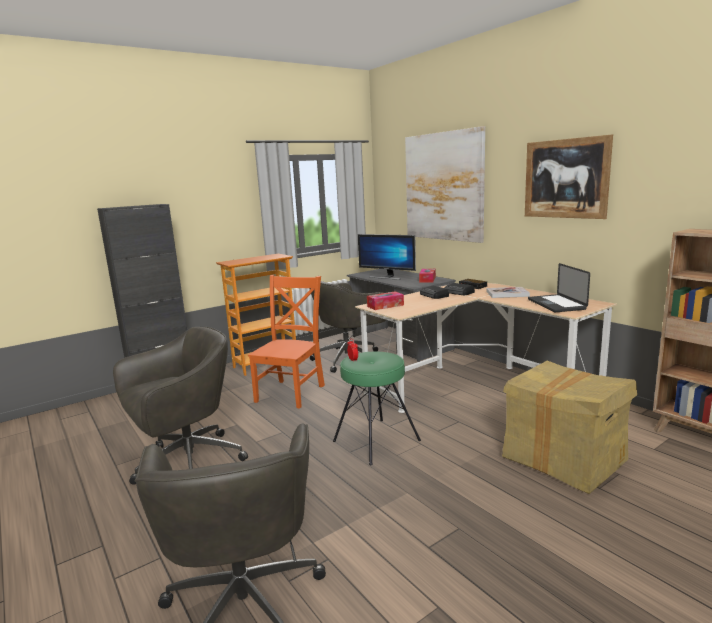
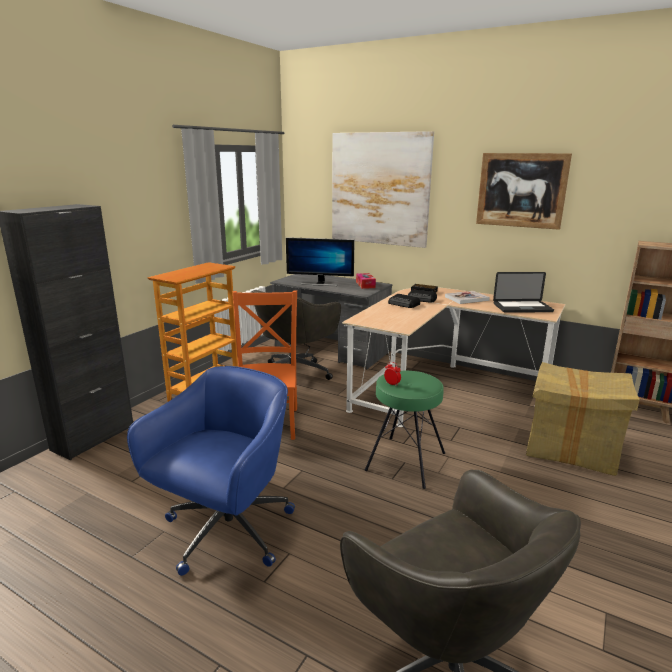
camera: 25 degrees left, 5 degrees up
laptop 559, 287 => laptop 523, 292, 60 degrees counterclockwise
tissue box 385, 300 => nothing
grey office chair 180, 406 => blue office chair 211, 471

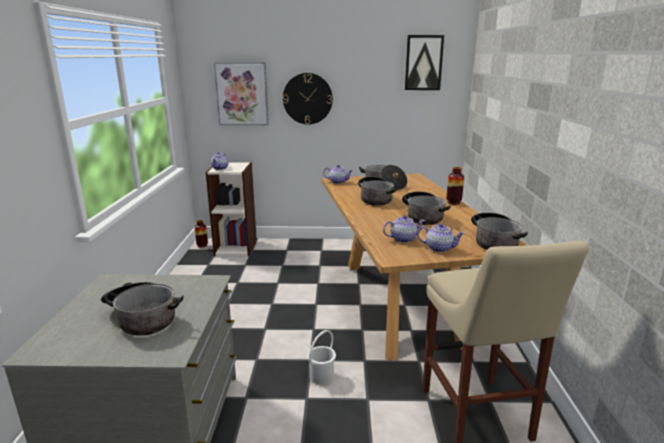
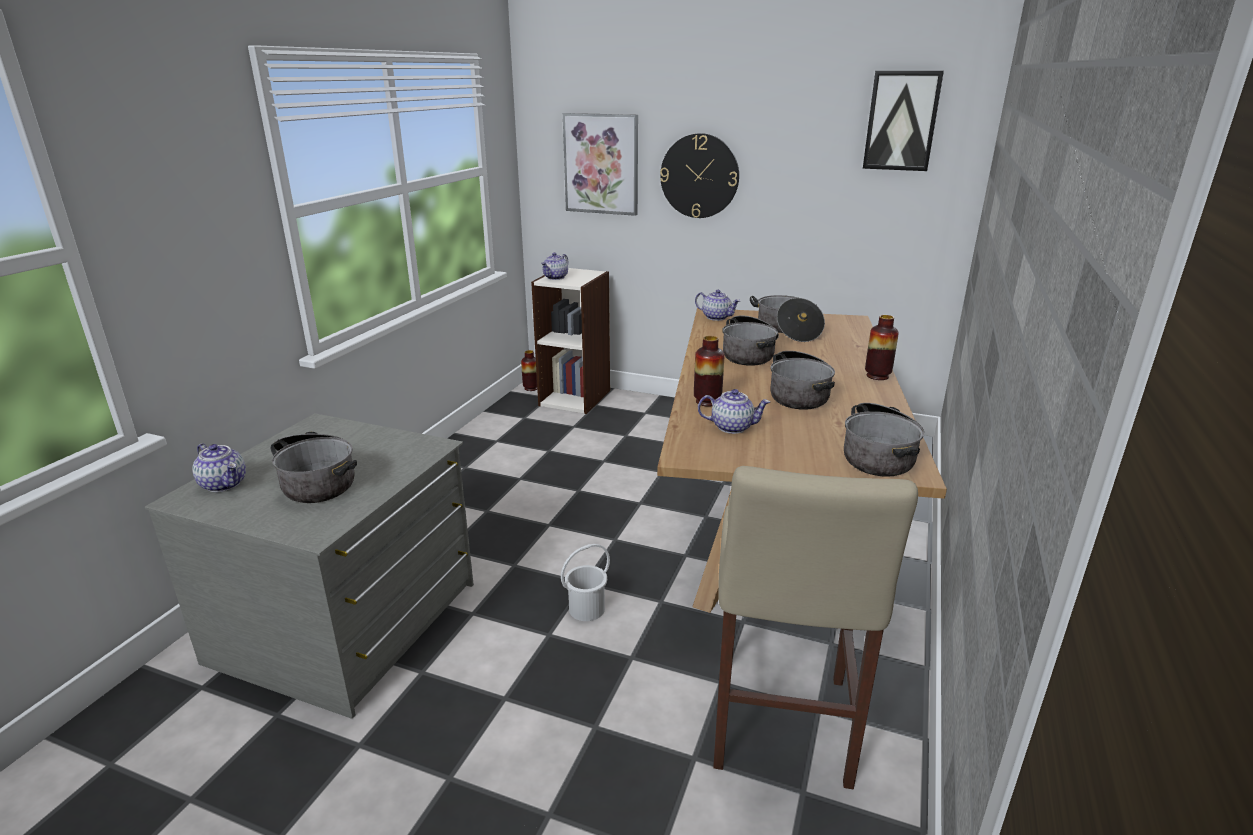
camera: 20 degrees right, 5 degrees up
teapot 441, 237 => teapot 219, 467, moved
nothing => vase 709, 371

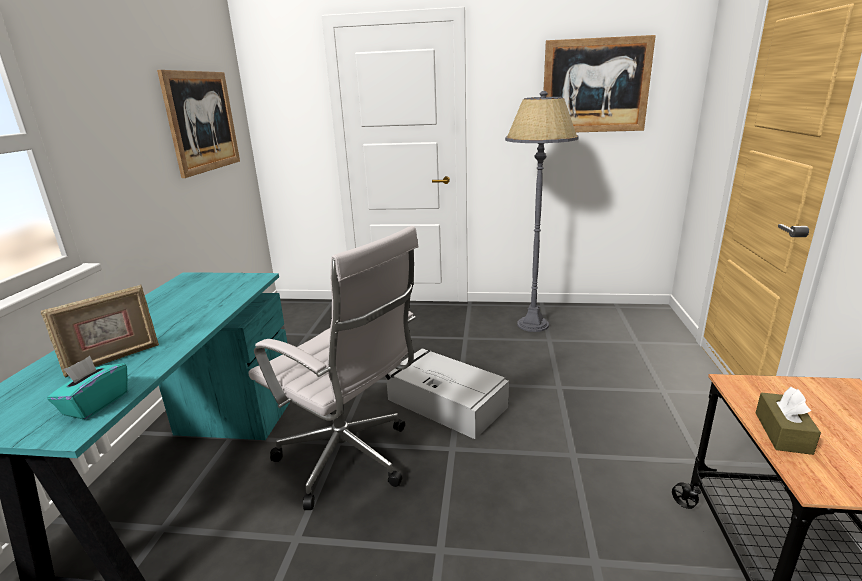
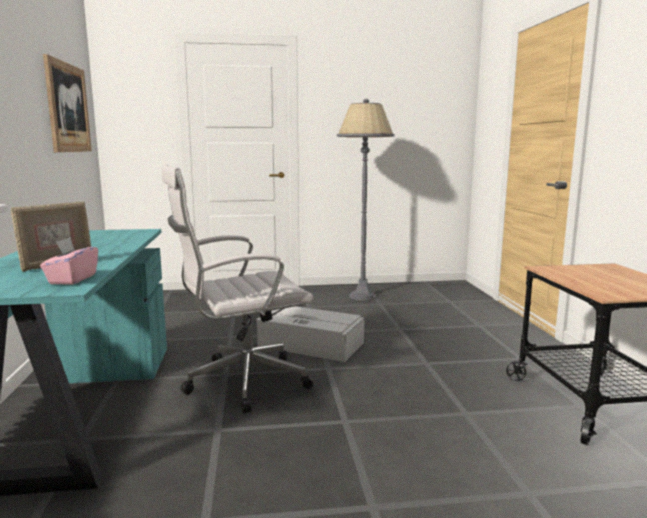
camera: 15 degrees left, 10 degrees down
picture 599, 83 => nothing
white office chair 333, 368 => white office chair 238, 288, 135 degrees clockwise
turquoise tissue box 87, 388 => pink tissue box 69, 261
brown tissue box 788, 421 => nothing

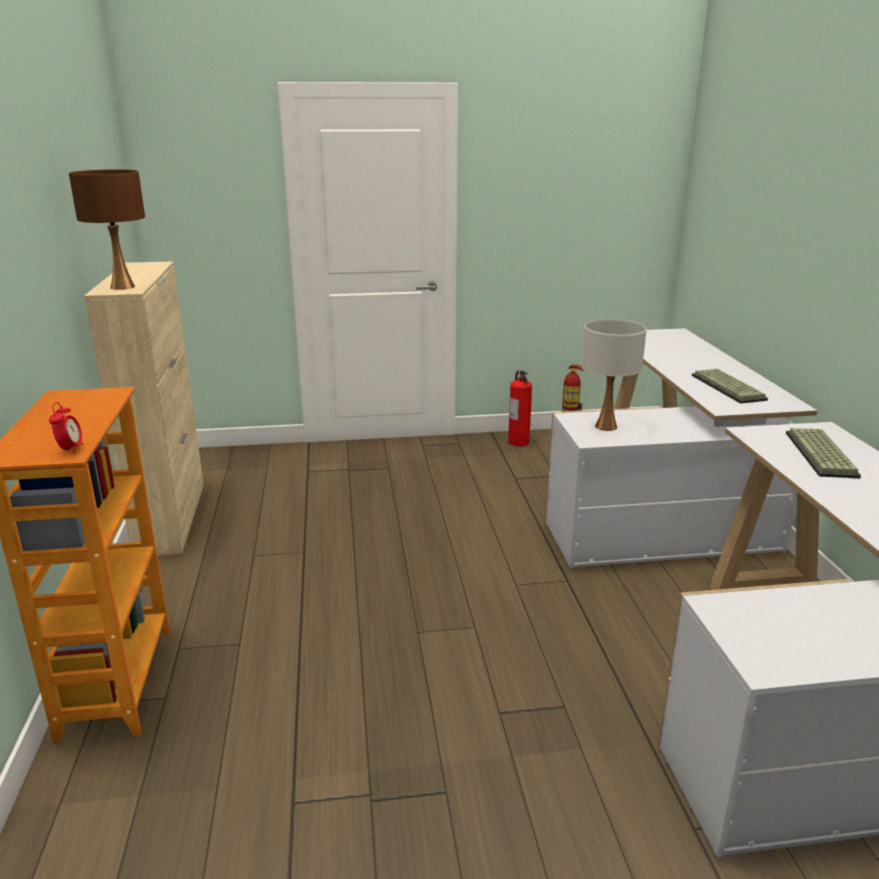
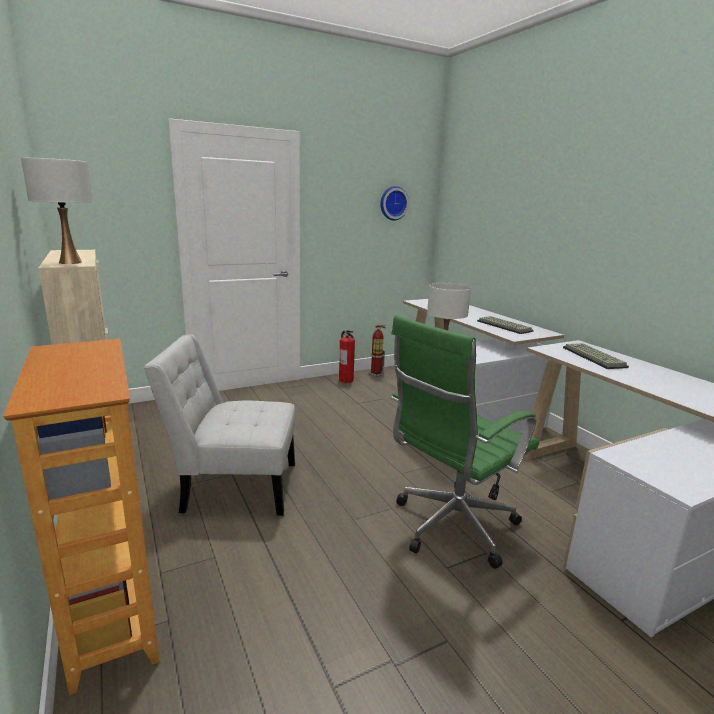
camera: 20 degrees left, 5 degrees down
brown table lamp 107, 229 => white table lamp 57, 211
alarm clock 66, 428 => nothing
nothing => wall clock 394, 203
nothing => green office chair 464, 442
nothing => white chair 219, 425

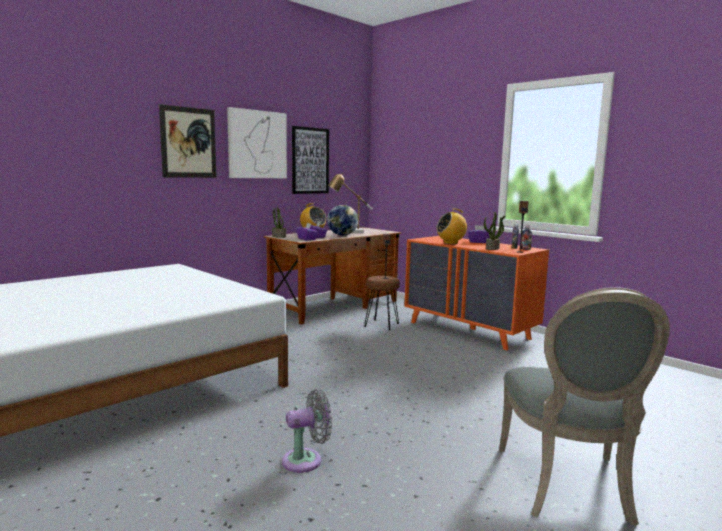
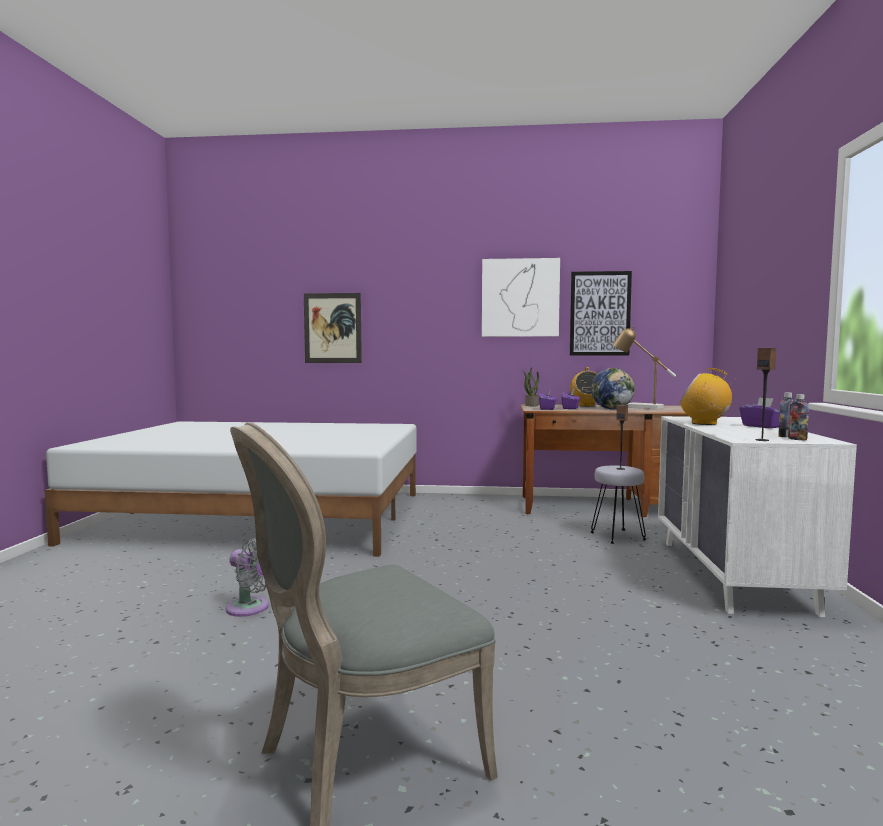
camera: 50 degrees right, 5 degrees down
picture 188, 141 => picture 333, 328, moved
potted plant 494, 231 => nothing
orange dresser 476, 293 => white dresser 757, 516
brown stool 382, 303 => grey stool 618, 504

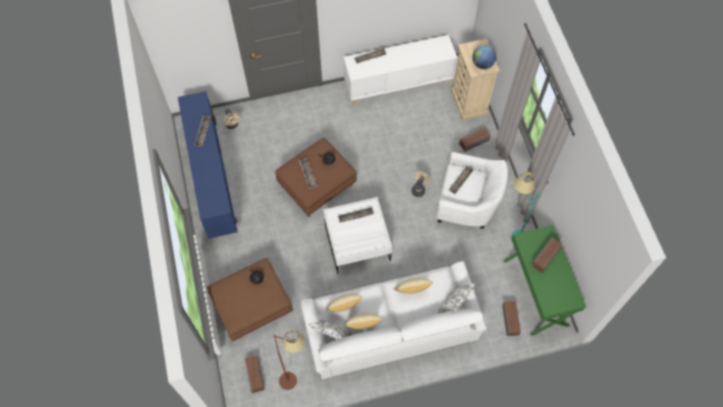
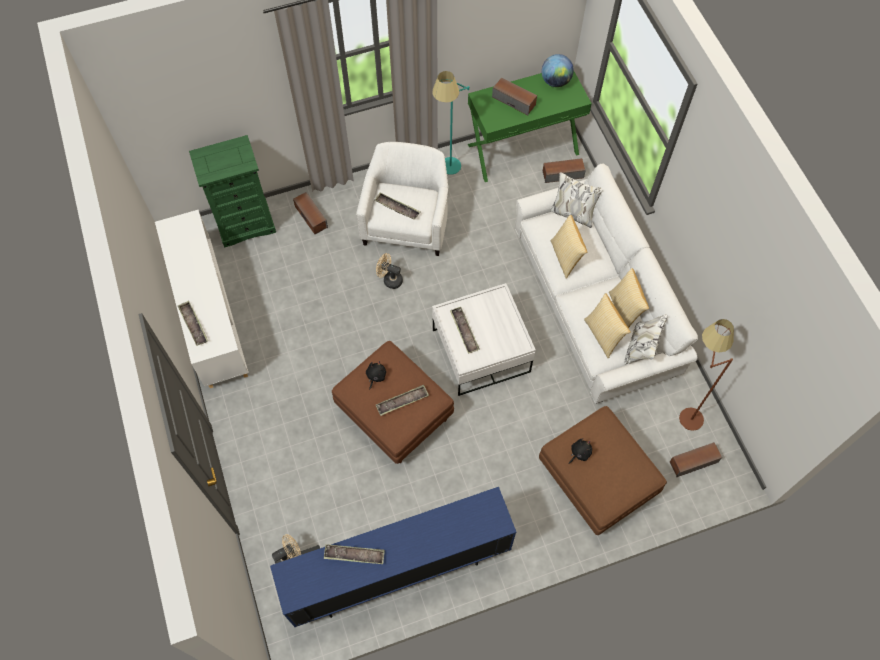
camera: 95 degrees left, 0 degrees up
beige dresser 475, 80 => green dresser 232, 191
globe 484, 57 => globe 557, 70, moved

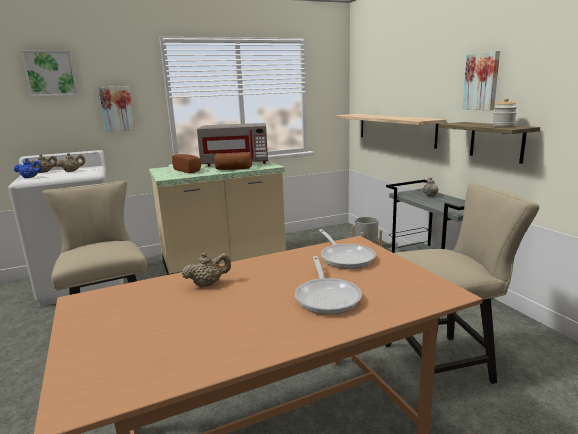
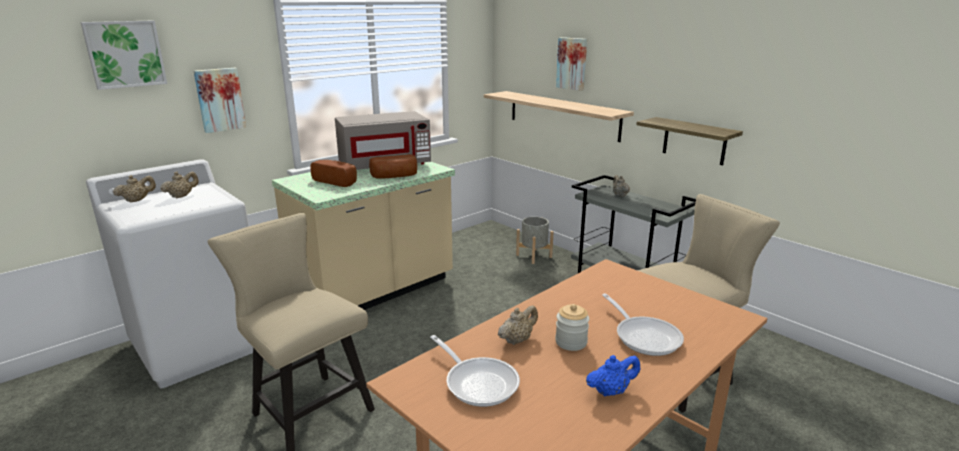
camera: 20 degrees left, 5 degrees up
picture 481, 80 => picture 571, 64, moved
jar 505, 112 => jar 572, 327, moved
blue teapot 28, 168 => blue teapot 613, 375, moved
frying pan 347, 249 => frying pan 475, 371, moved

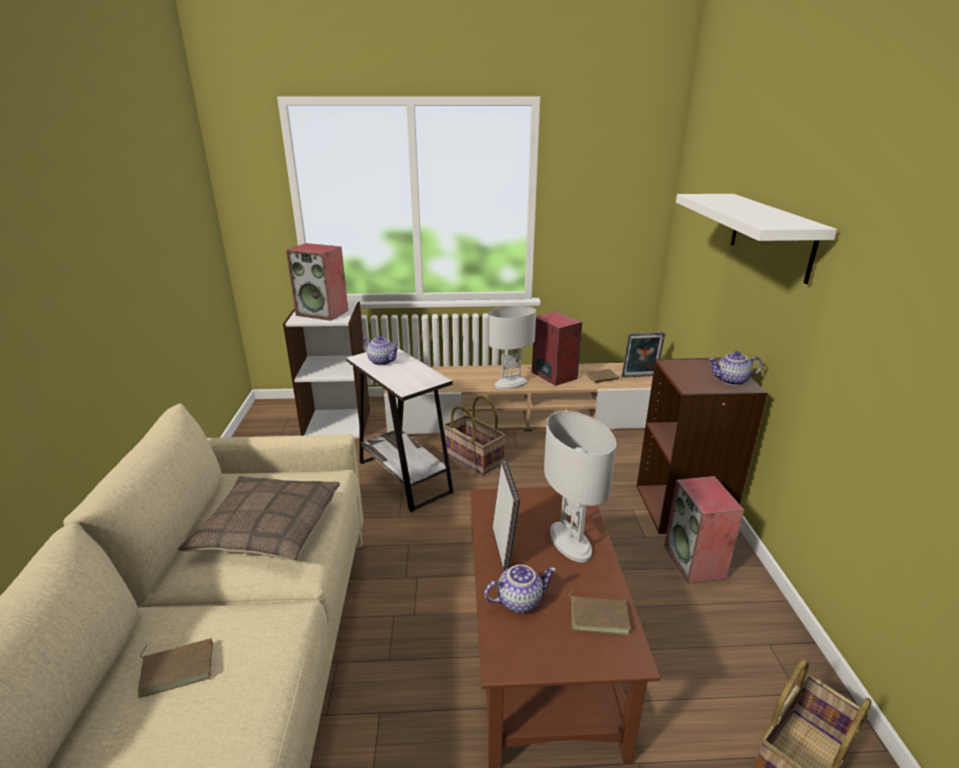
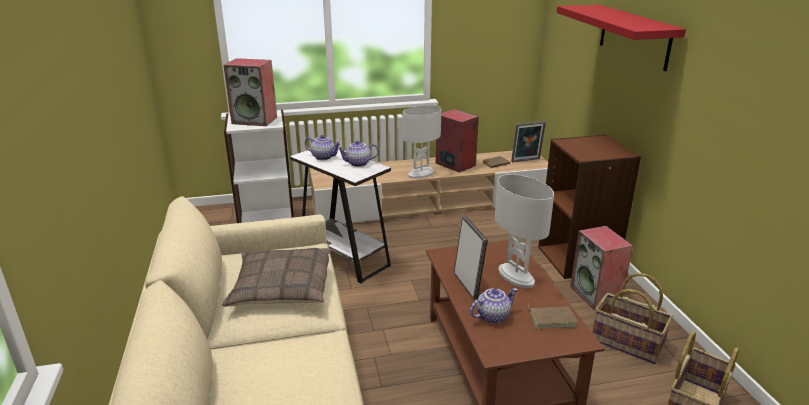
camera: 10 degrees left, 0 degrees up
white shelf 756, 239 => red shelf 621, 38
teapot 736, 368 => teapot 358, 153, moved
basket 474, 435 => basket 632, 318, moved
brown book 175, 668 => nothing

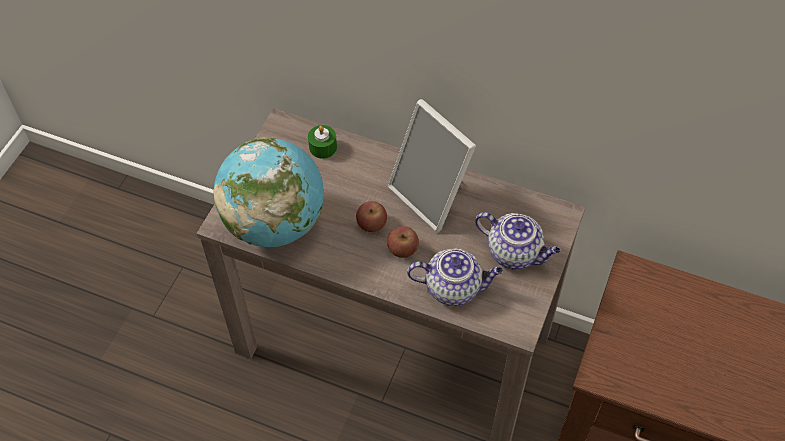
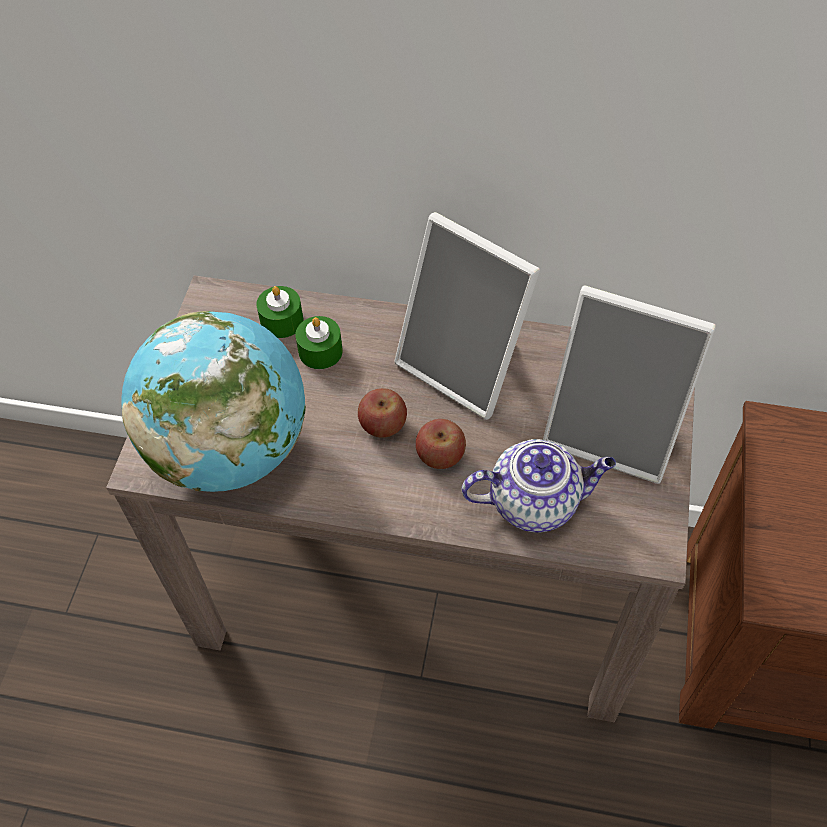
camera: 10 degrees left, 0 degrees up
teapot 518, 241 => picture frame 629, 384
nothing => green candle 319, 342

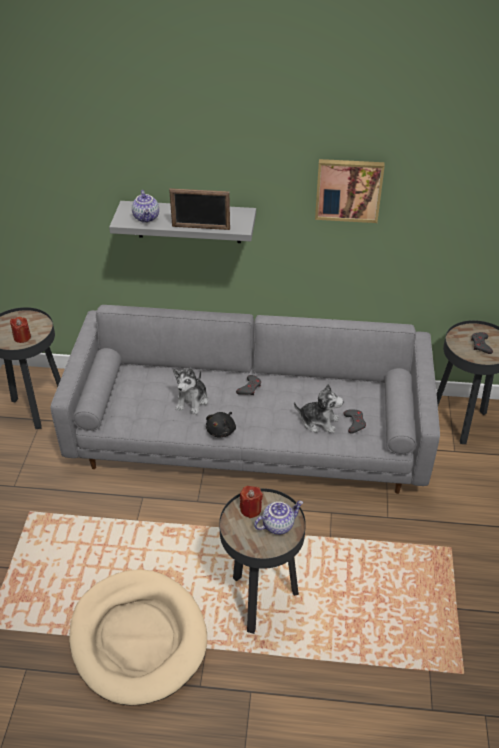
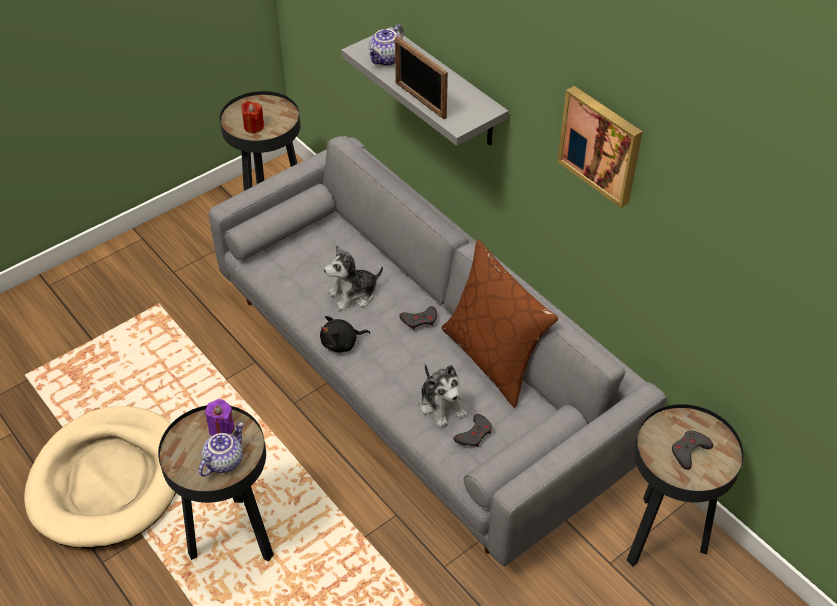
camera: 45 degrees right, 5 degrees up
red candle 251, 502 => purple candle 219, 417
teapot 278, 518 => teapot 220, 449, 75 degrees counterclockwise
nothing => brown pillow 500, 324

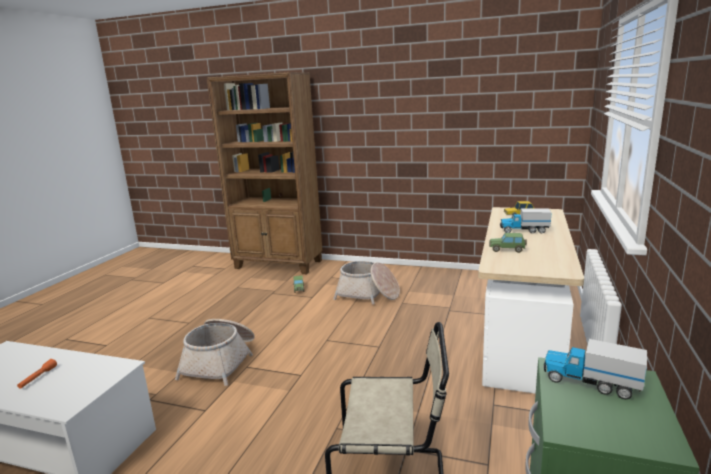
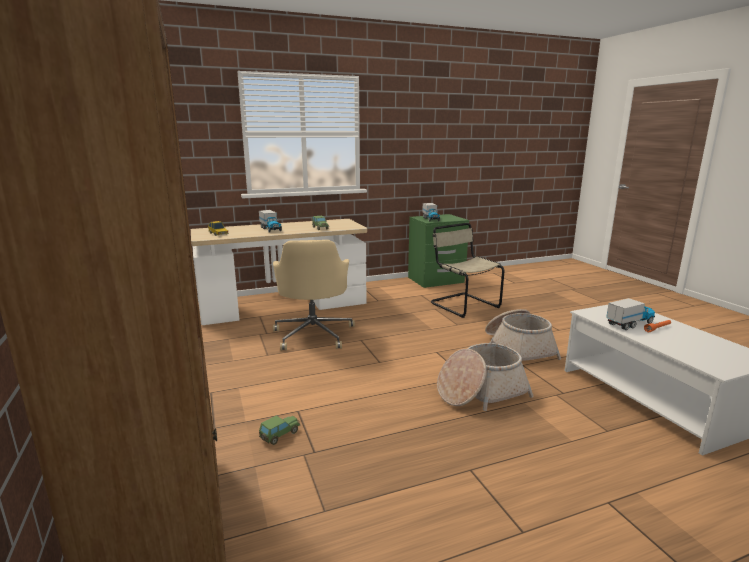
camera: 130 degrees left, 0 degrees up
basket 366, 282 => basket 523, 335, moved
nothing => beige office chair 314, 295
nothing => toy truck 630, 314

